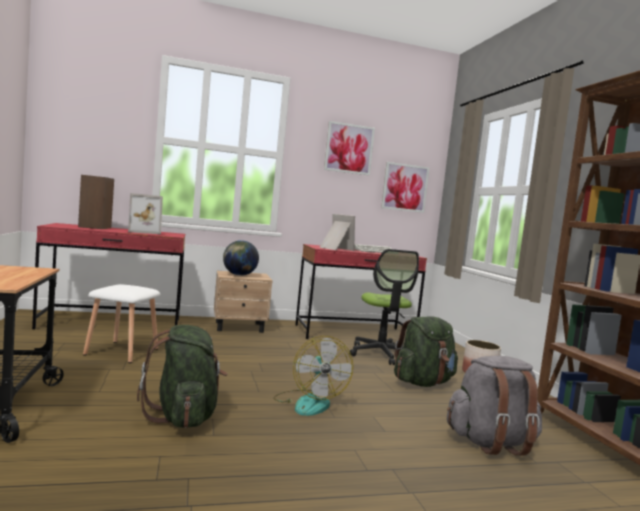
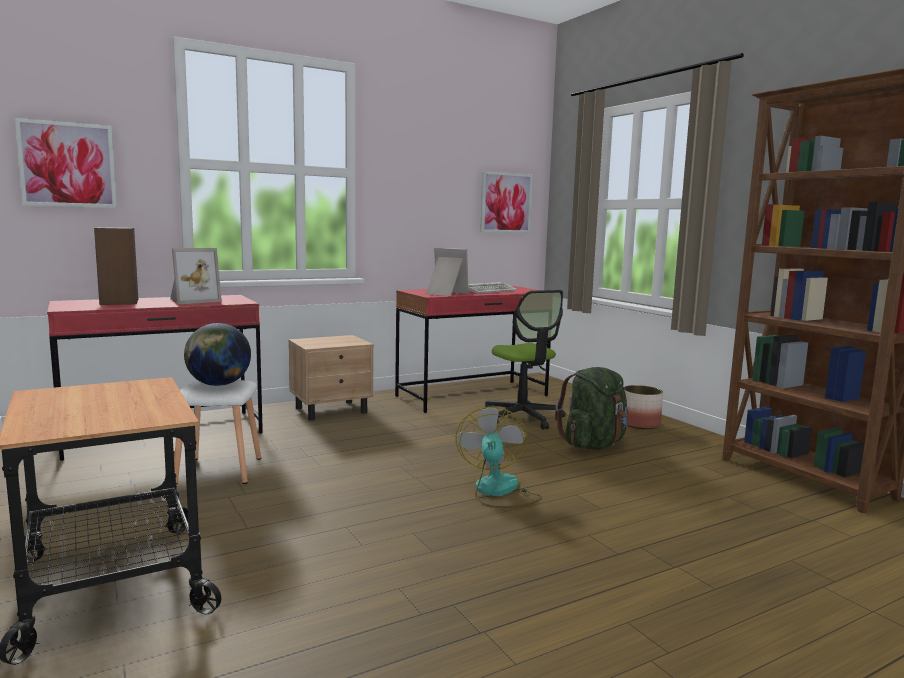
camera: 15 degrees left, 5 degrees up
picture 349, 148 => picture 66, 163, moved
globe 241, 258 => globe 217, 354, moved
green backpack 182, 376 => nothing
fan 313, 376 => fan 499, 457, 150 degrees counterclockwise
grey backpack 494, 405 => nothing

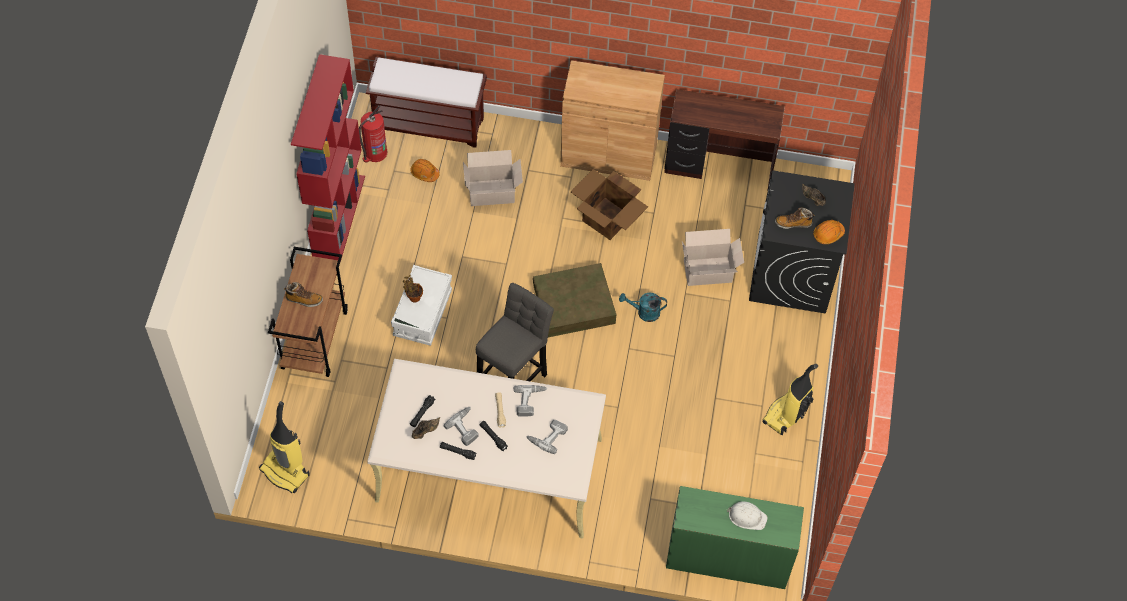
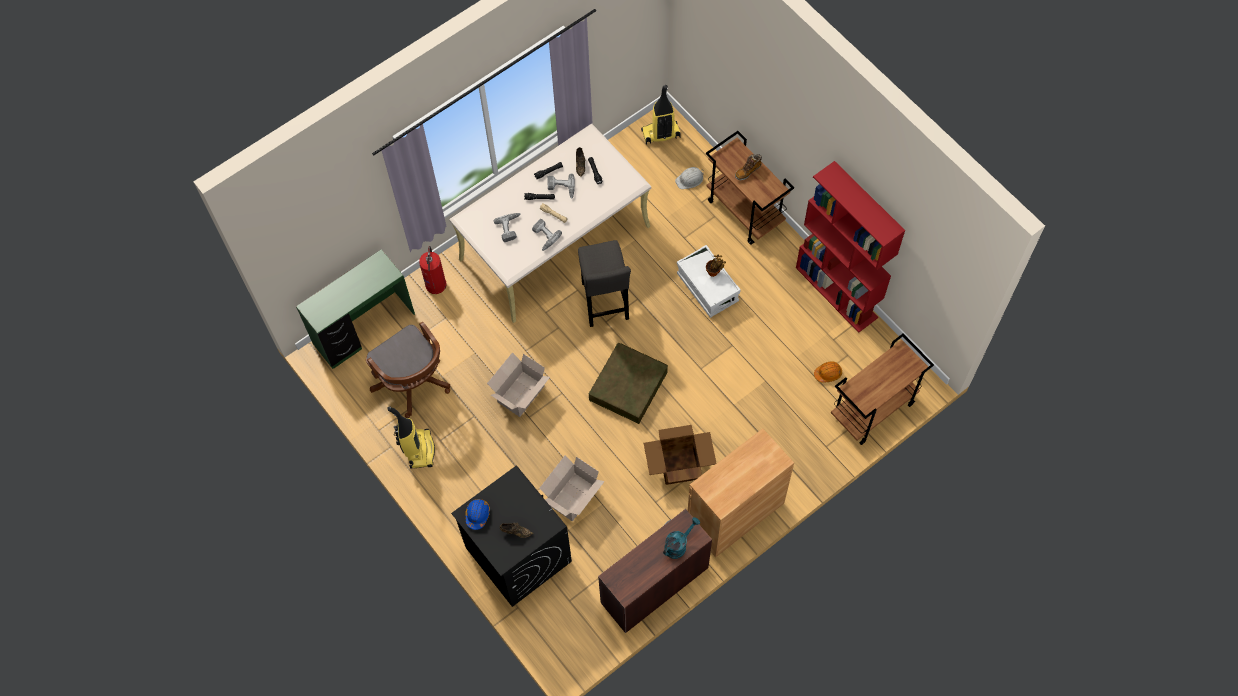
camera: 135 degrees right, 5 degrees up
brown bench 426, 102 => brown cart 882, 389
fire extinguisher 373, 134 => fire extinguisher 433, 270, moved
cardboard box 493, 178 => cardboard box 518, 384, moved
boot 794, 218 => nothing
orange hard hat 829, 232 => blue hard hat 477, 514
turquoise watering can 643, 307 => turquoise watering can 681, 538, moved
white hard hat 747, 515 => white hard hat 689, 178, moved
nothing => brown office chair 408, 369

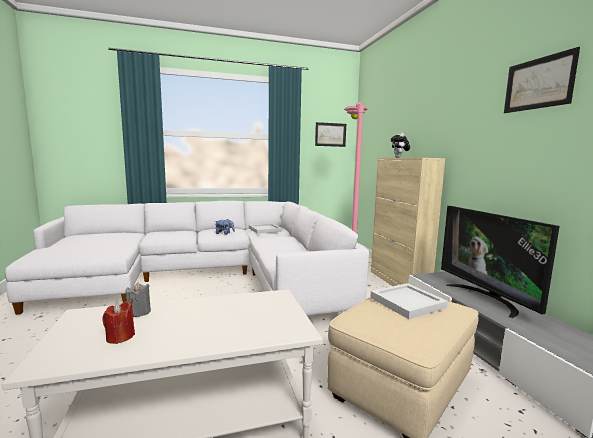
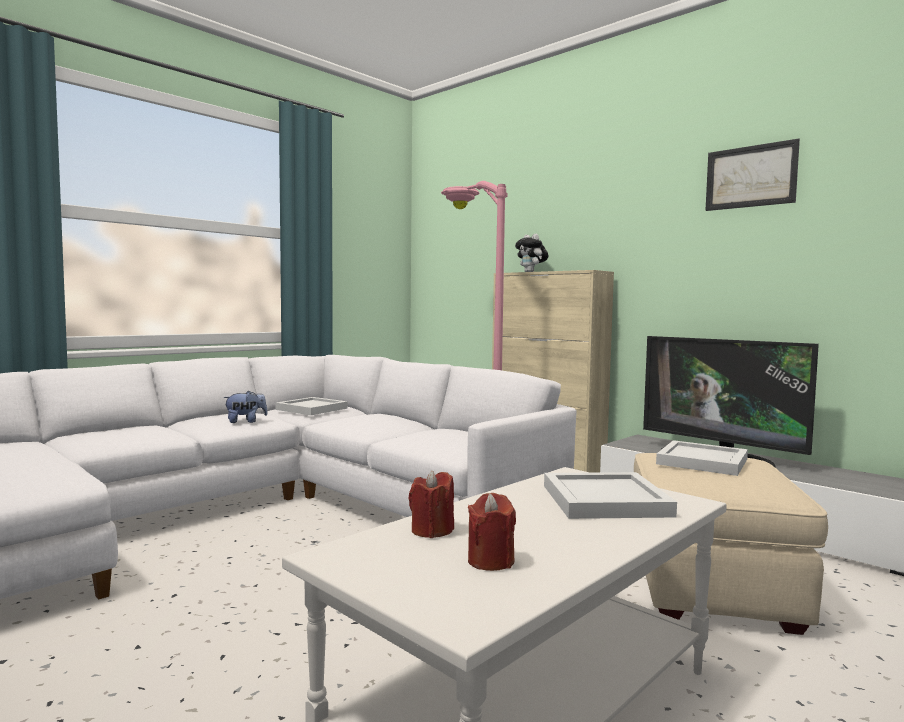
camera: 30 degrees left, 5 degrees down
picture 330, 134 => nothing
grey candle 138, 299 => red candle 431, 504
nothing => white tray 610, 495

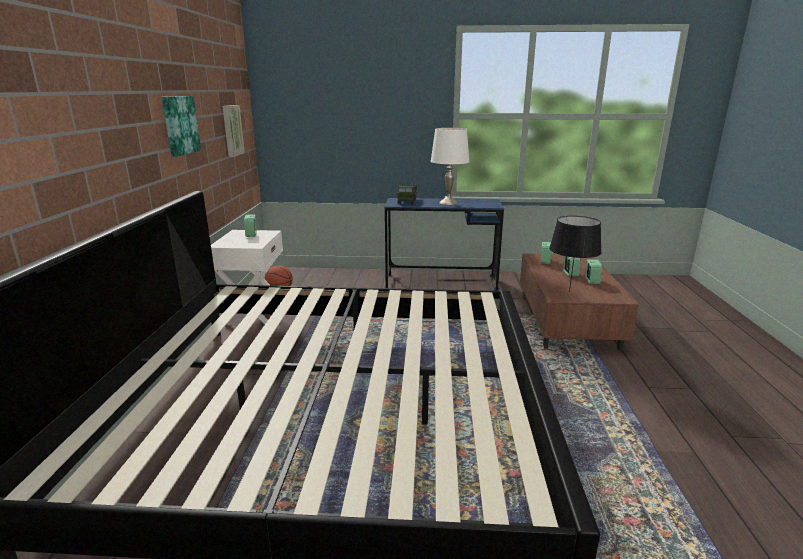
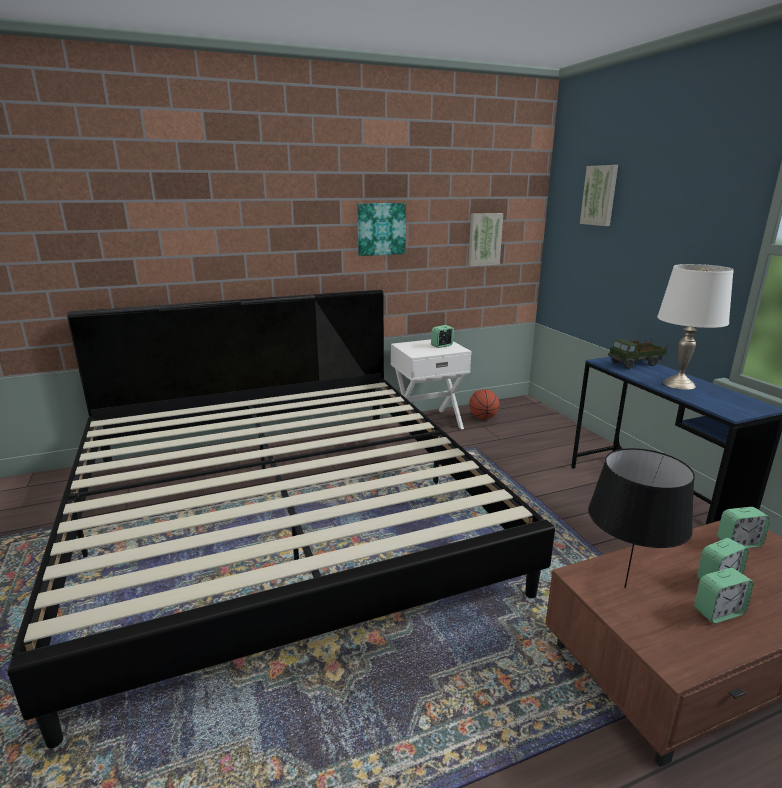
camera: 65 degrees right, 0 degrees up
nothing => picture 599, 195

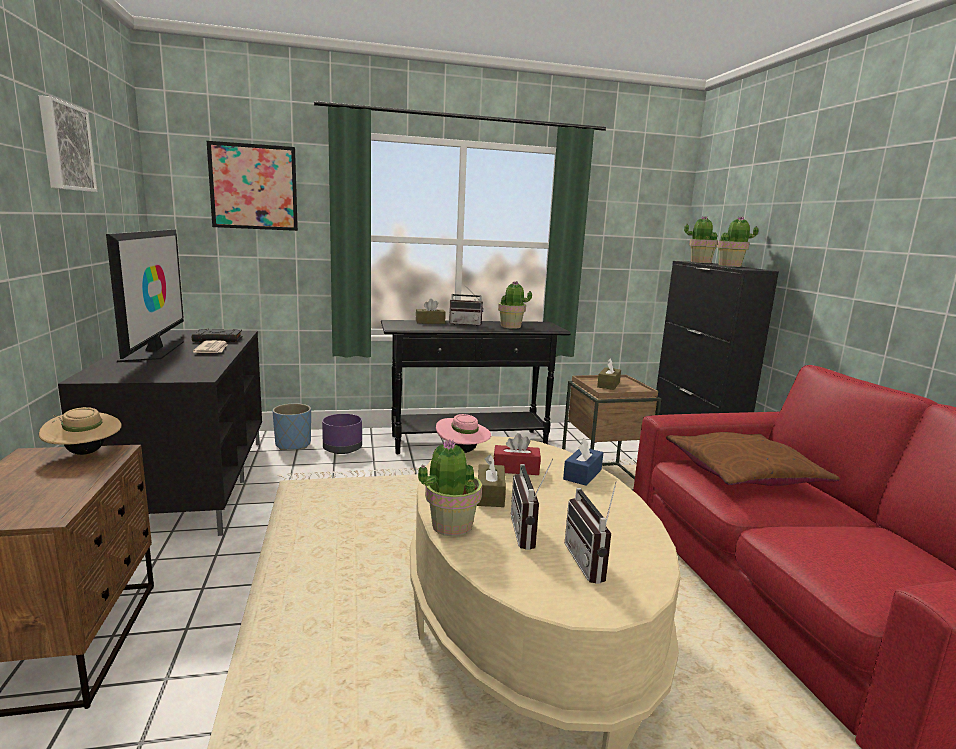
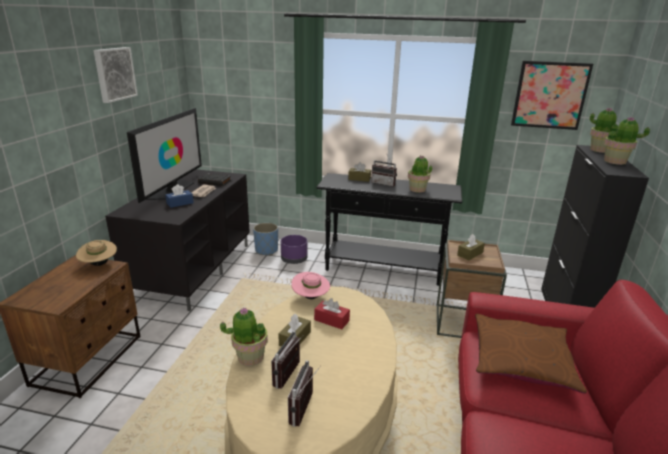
camera: 25 degrees right, 10 degrees up
picture 252, 186 => picture 552, 95, moved
blue tissue box 583, 461 => blue tissue box 179, 196, moved

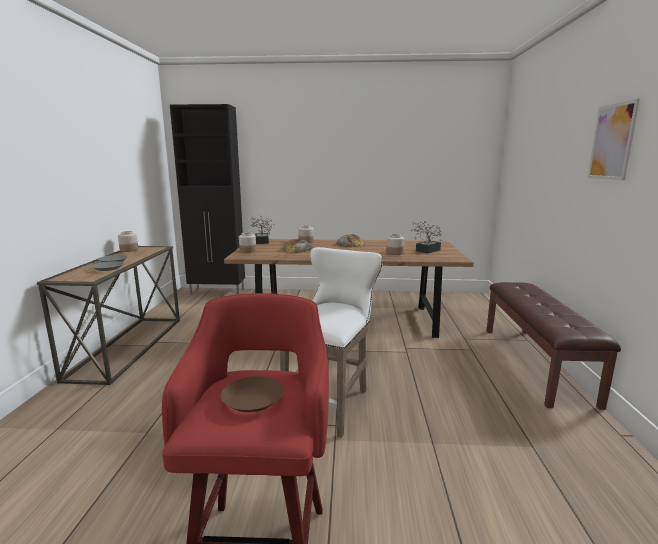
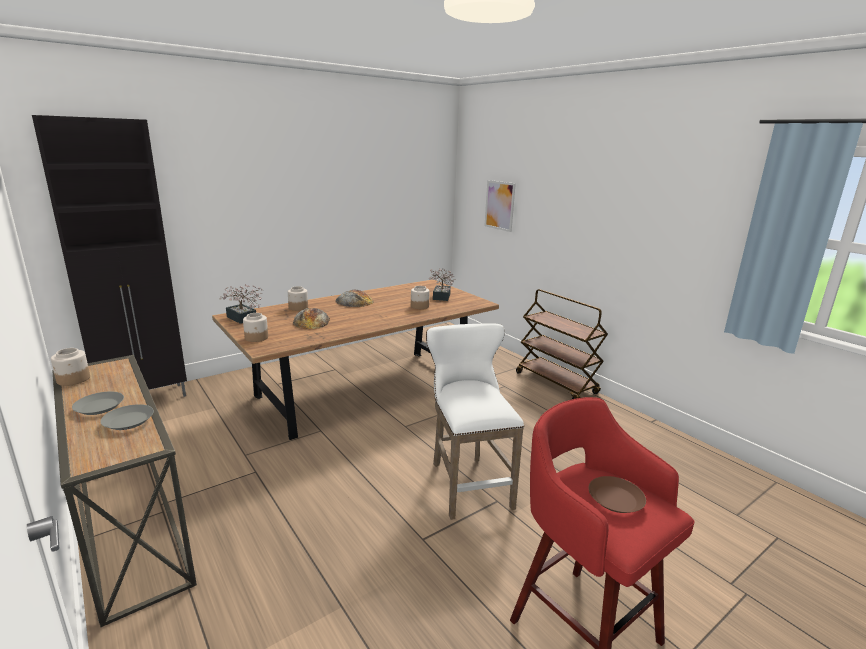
camera: 40 degrees left, 5 degrees up
picture 614, 140 => picture 500, 206, moved
brown bench 554, 346 => brown cart 562, 344

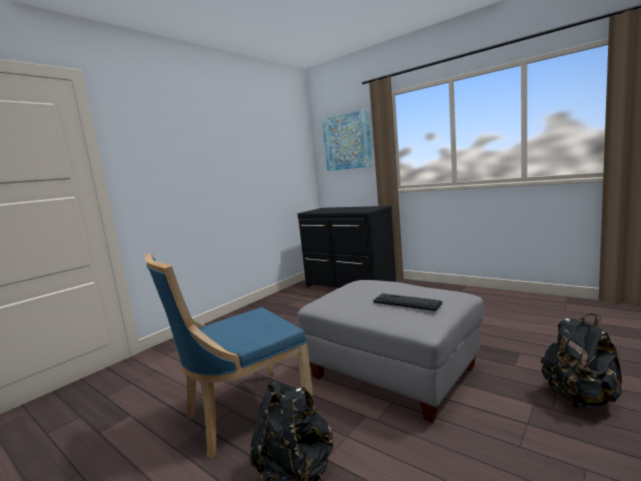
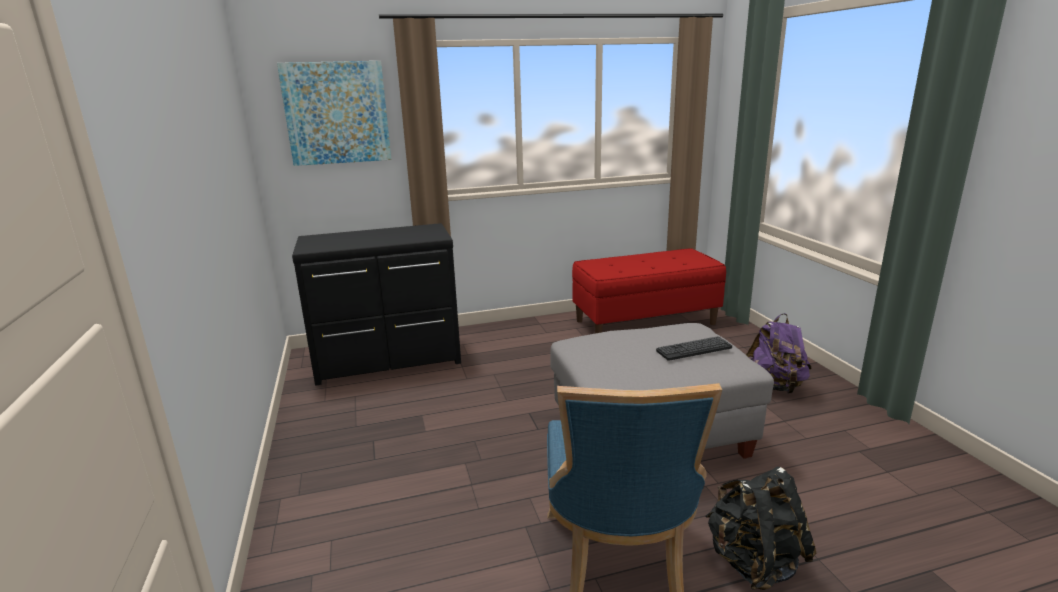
camera: 55 degrees left, 10 degrees up
black backpack 581, 361 => purple backpack 779, 353
nothing => red bench 649, 291

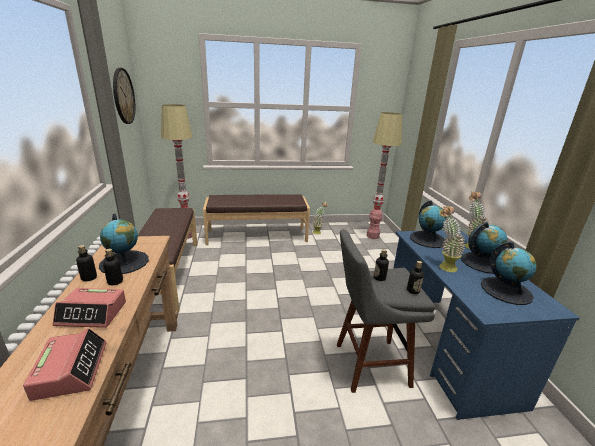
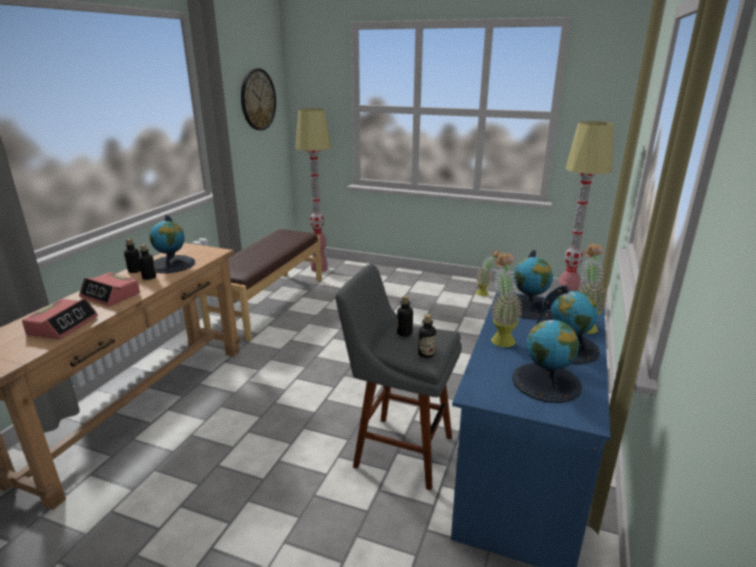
camera: 30 degrees right, 0 degrees up
brown bench 256, 219 => nothing

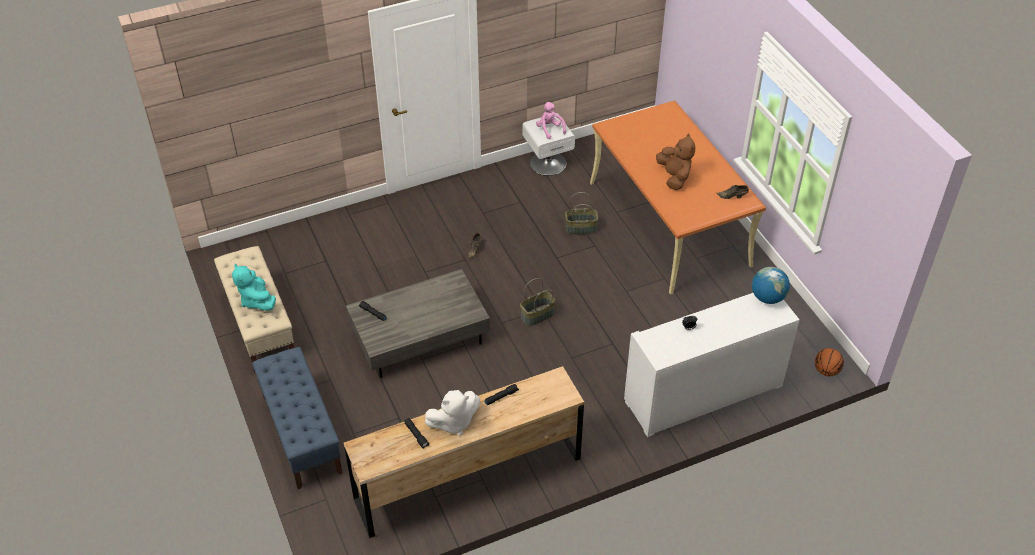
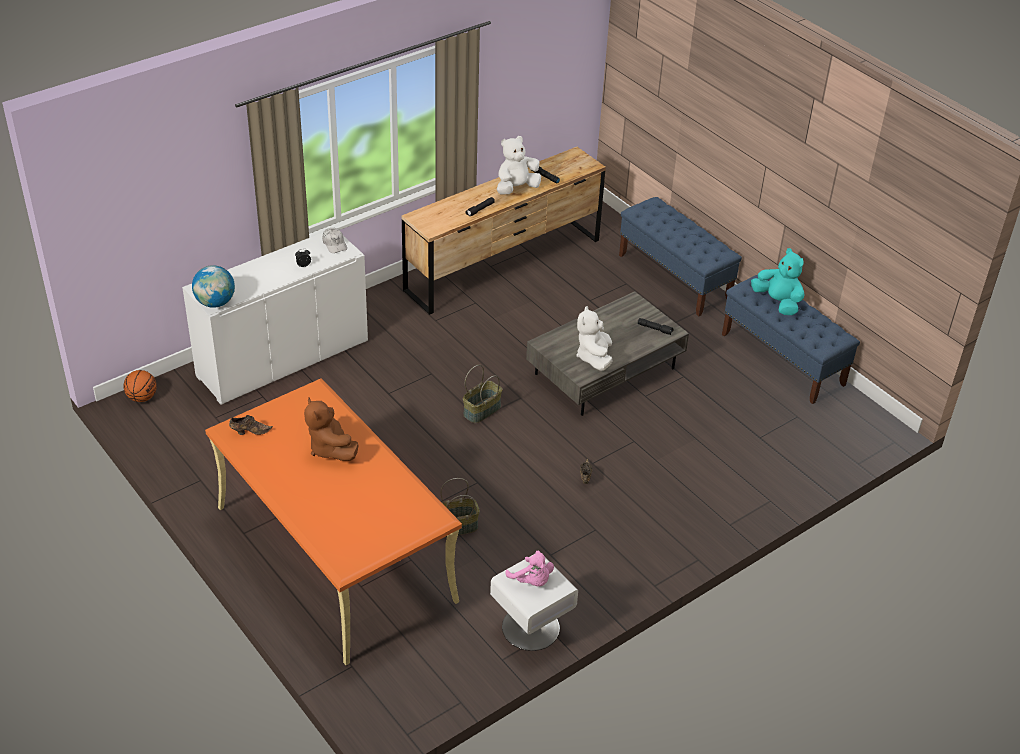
camera: 165 degrees right, 5 degrees down
beige bench 254, 309 => blue bench 791, 339
nothing => white cap 335, 240
nothing => white plush toy 594, 338

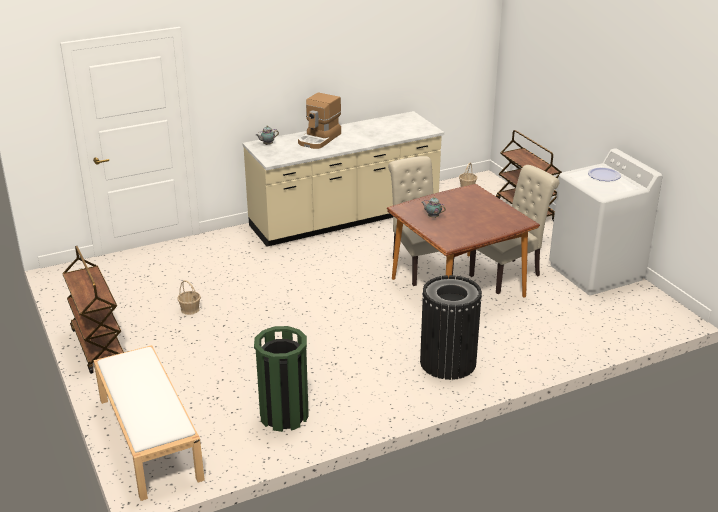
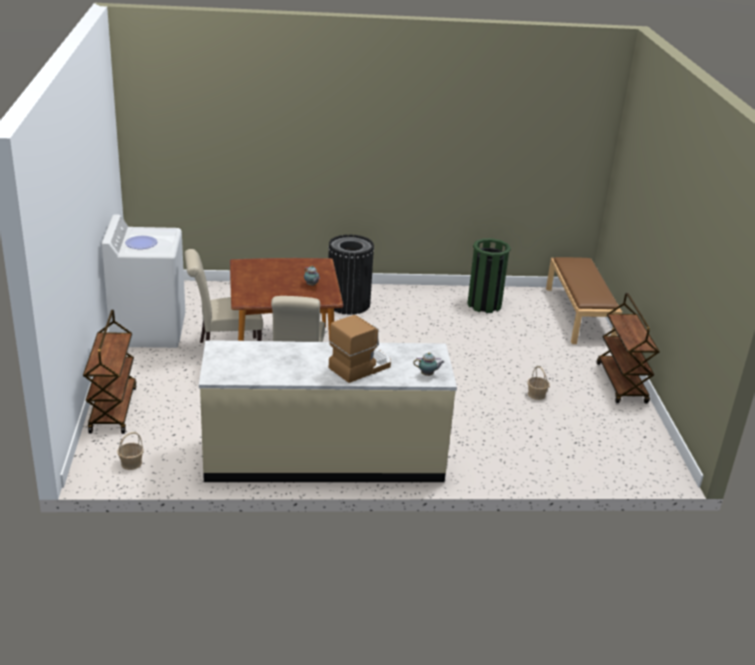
camera: 160 degrees left, 0 degrees up
white bench 149, 423 => brown bench 584, 300

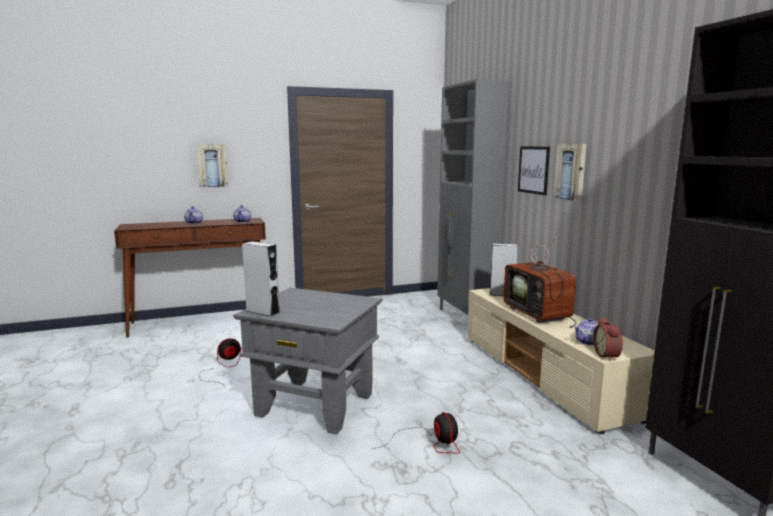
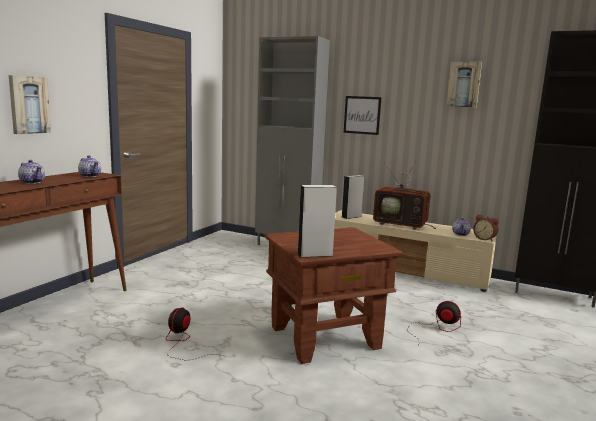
camera: 45 degrees left, 0 degrees up
picture 570, 172 => picture 464, 85, moved
grey side table 307, 361 => brown side table 334, 295

